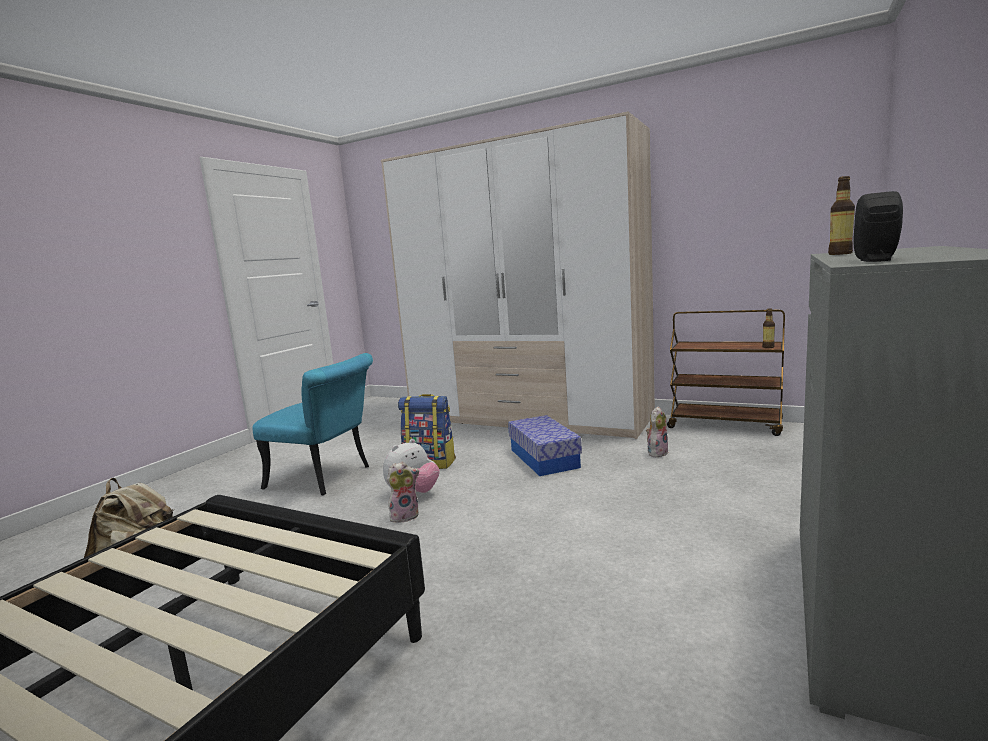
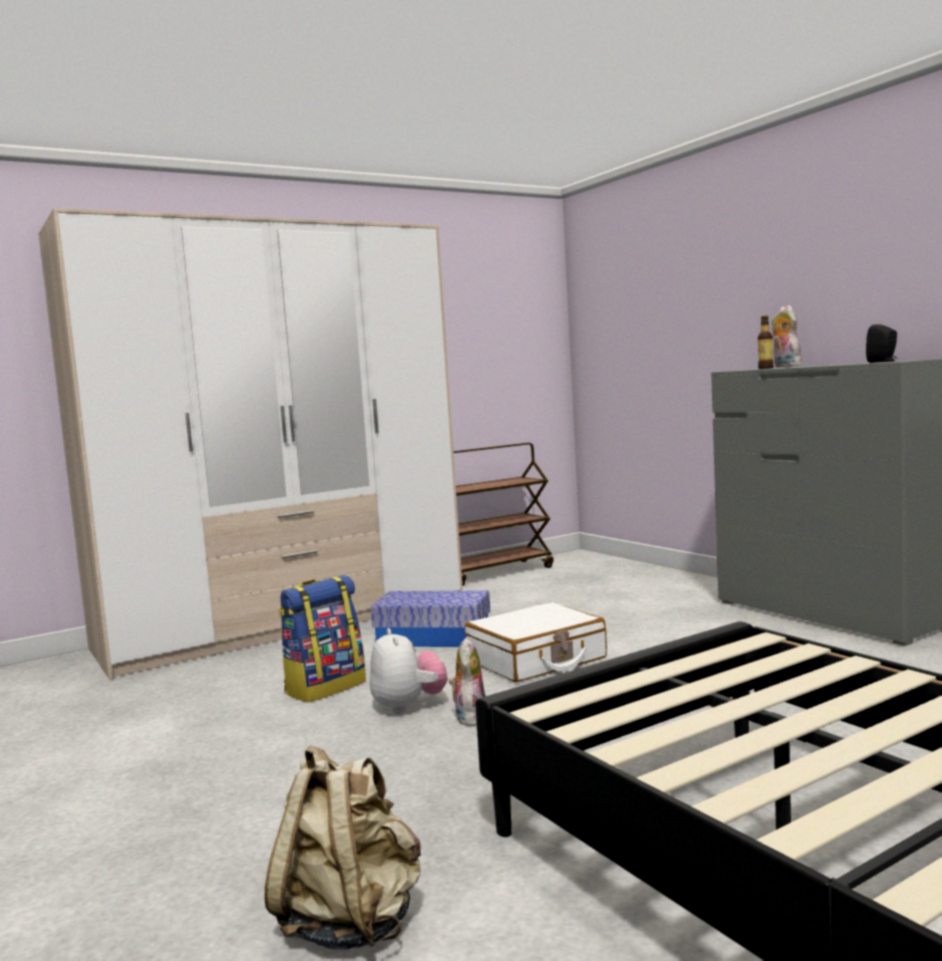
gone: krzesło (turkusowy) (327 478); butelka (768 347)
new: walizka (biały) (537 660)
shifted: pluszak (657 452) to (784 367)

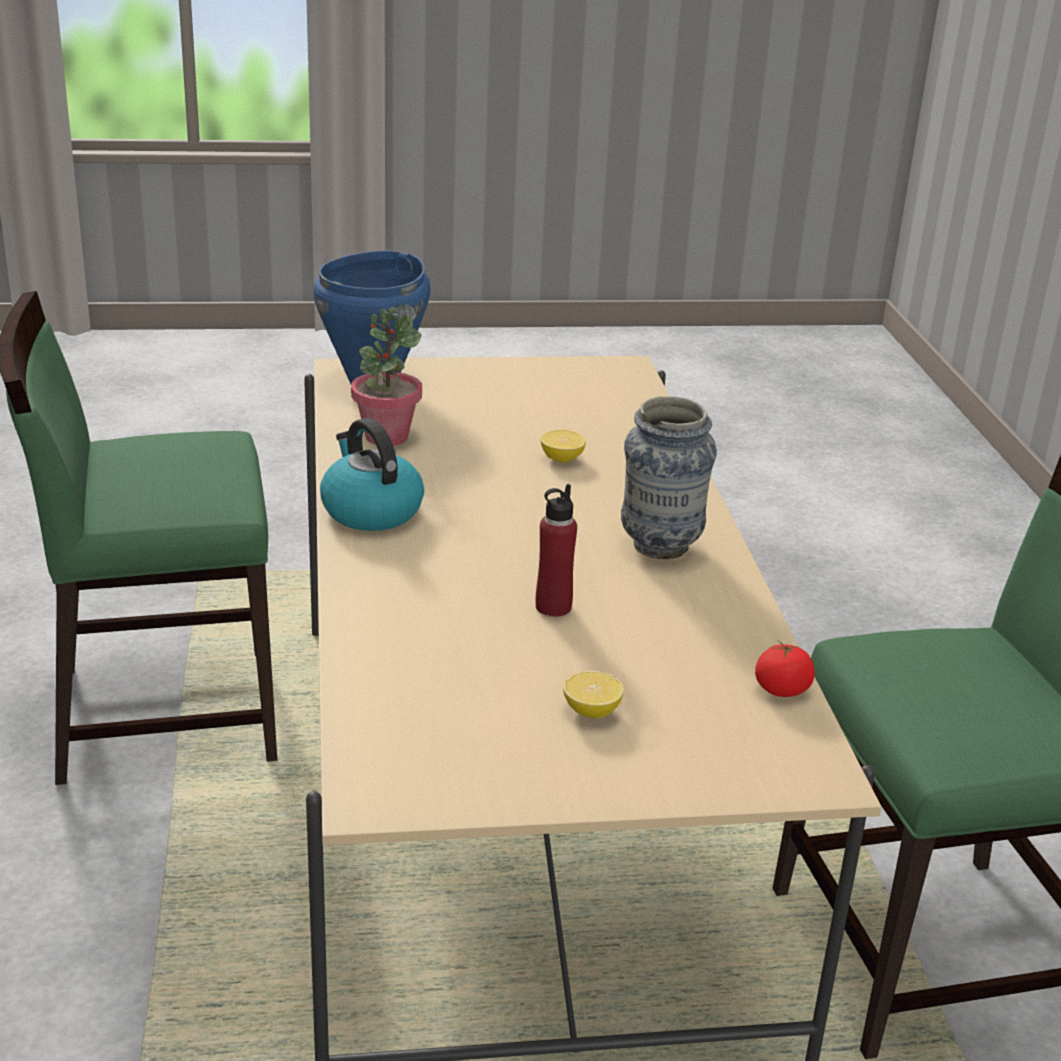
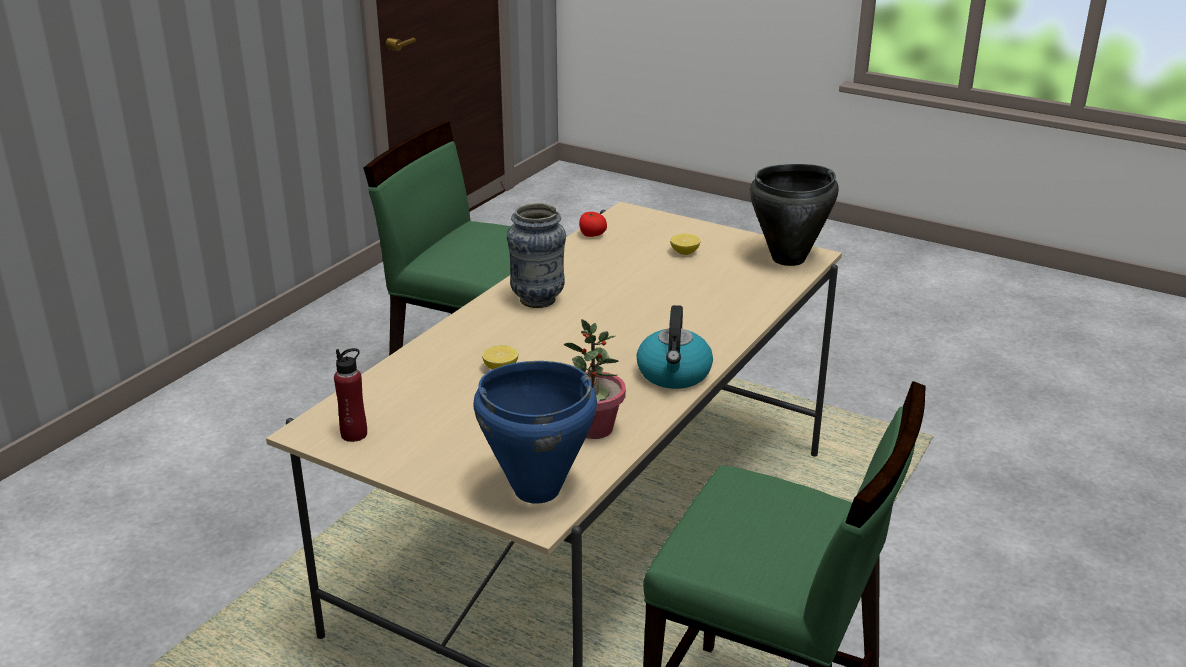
new: garnek (czarny) (789 259)
shifted: butelka (czerwony) (553 607) to (354 434)

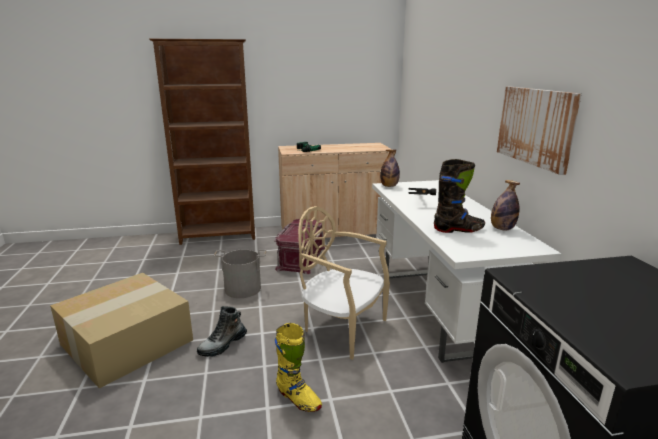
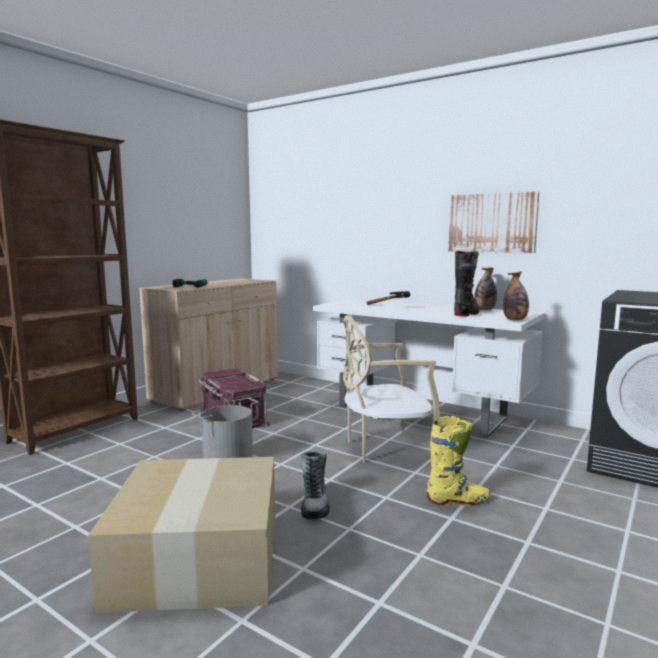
shifted: butelka (389 186) to (515 320)

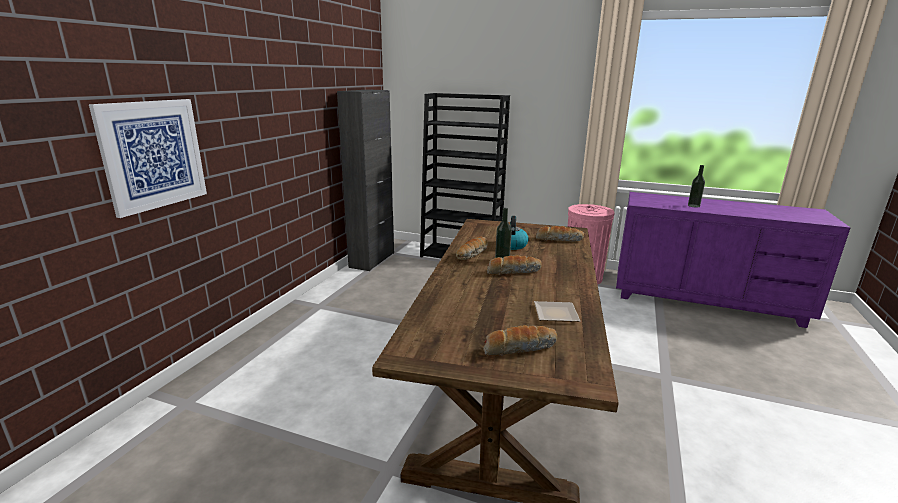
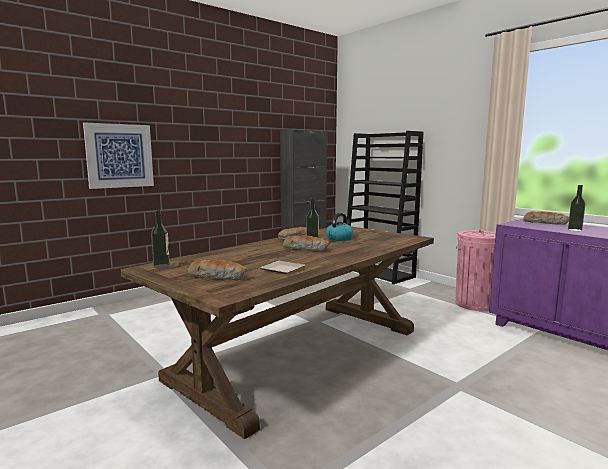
new: butelka (161 266)
shifted: chleb (559 239) to (545 223)

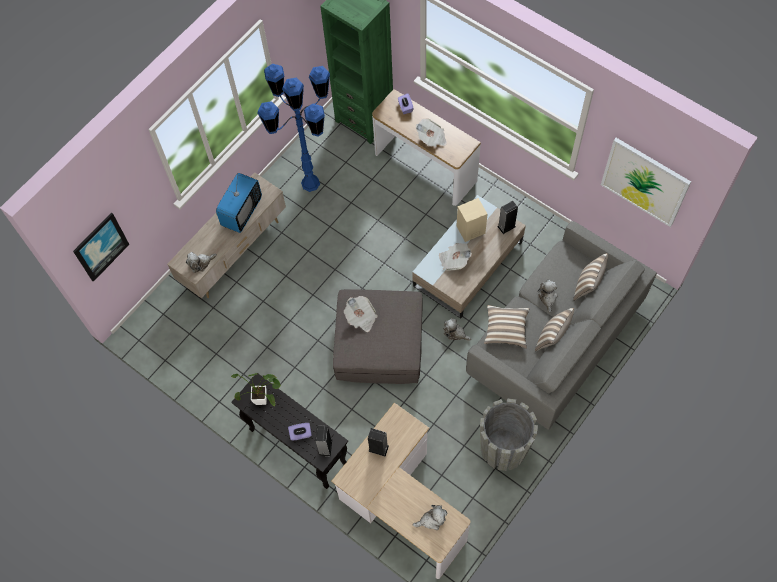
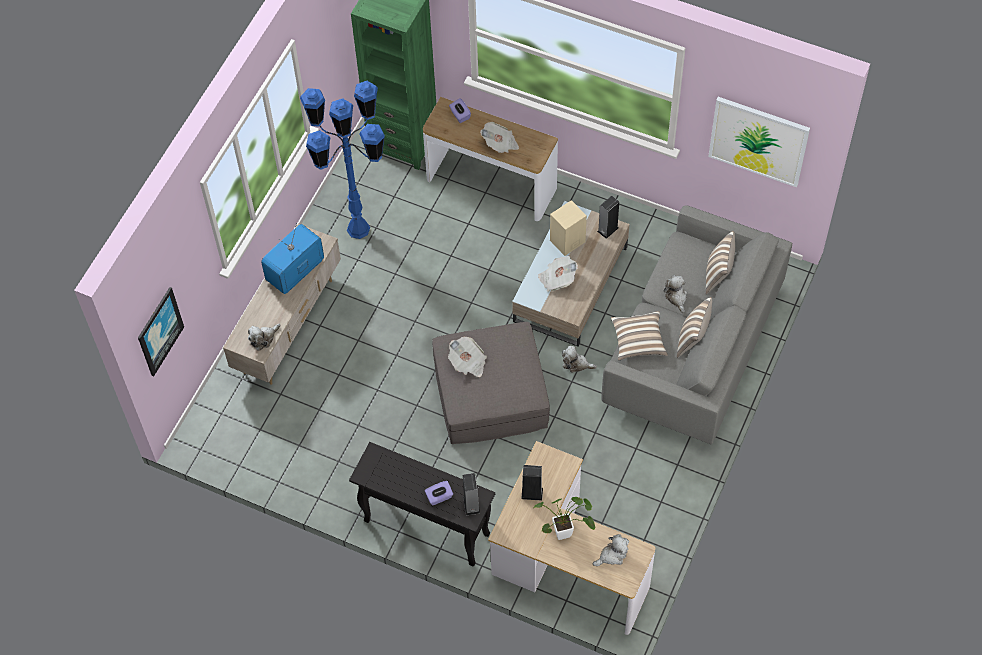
gone: donica (szary) (503 448)
shifted: roślina doniczkowa (264 400) to (566 532)
rotated: telewizor (241 212) = (295 271) 150 degrees counterclockwise

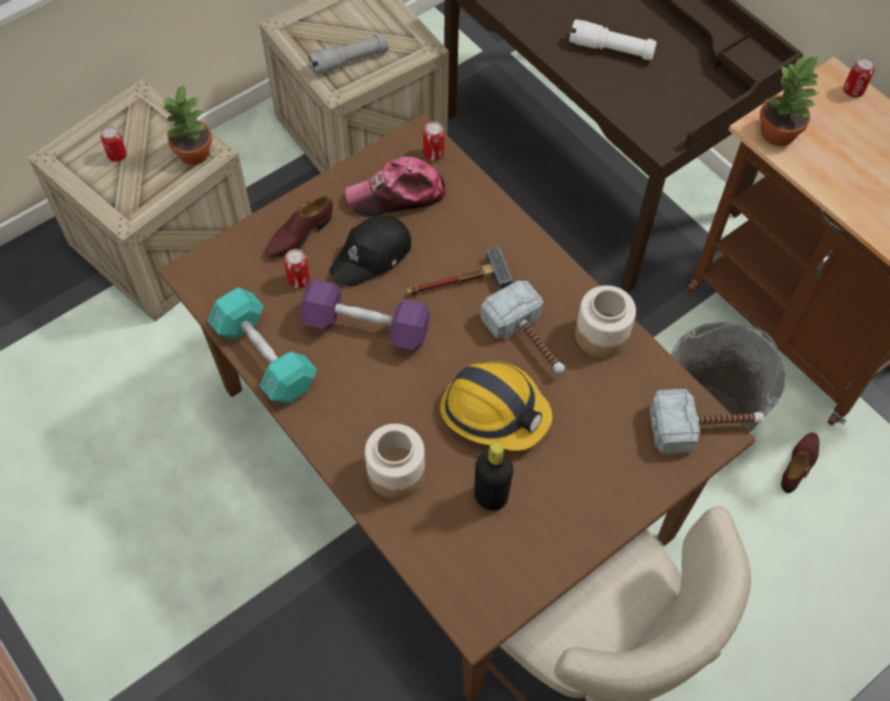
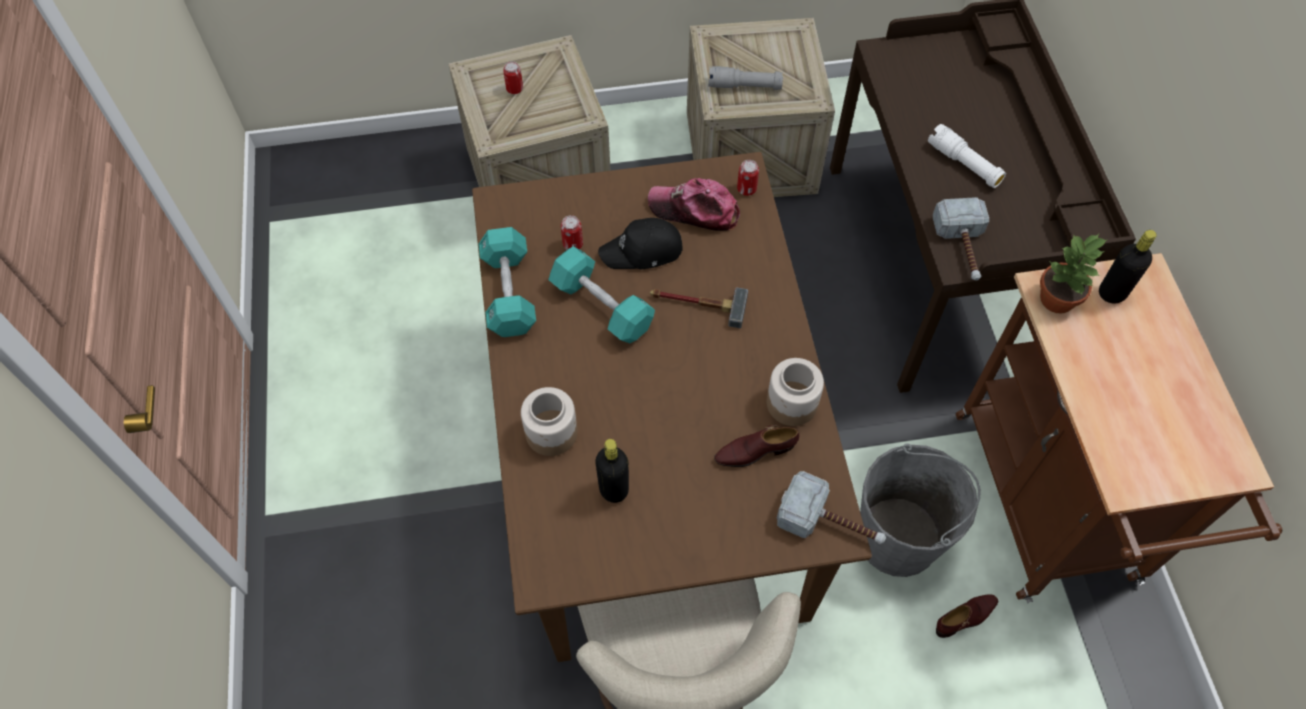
gone: roślina doniczkowa (193 154); kask (494 411); puszka (853 91)
new: butelka (czarny) (1112 293)
shifted: but (brązowy) (299 235) to (755 451); młotek (529 340) to (963 248)
repainted: hantel (fioletowy) (366 326) to hantel (turkusowy) (602 306)

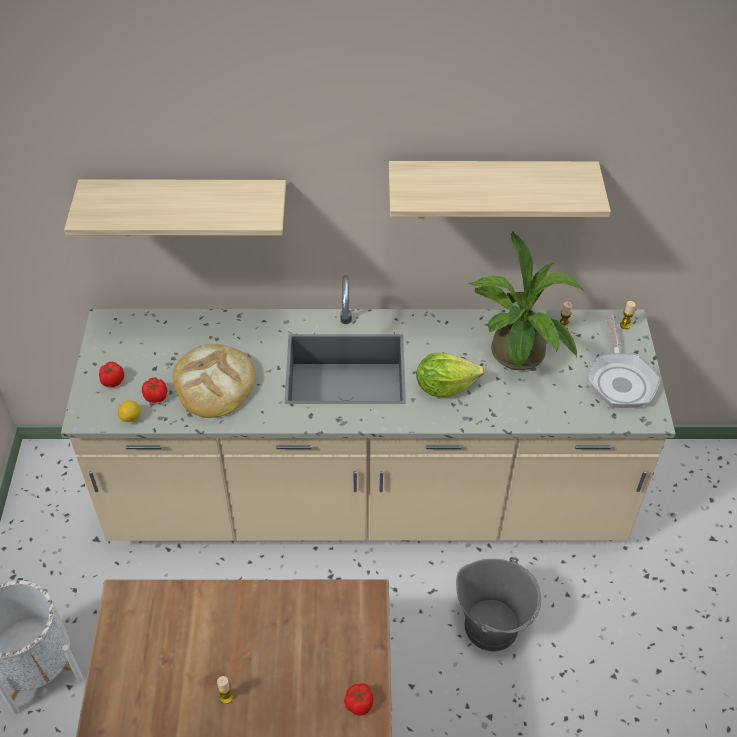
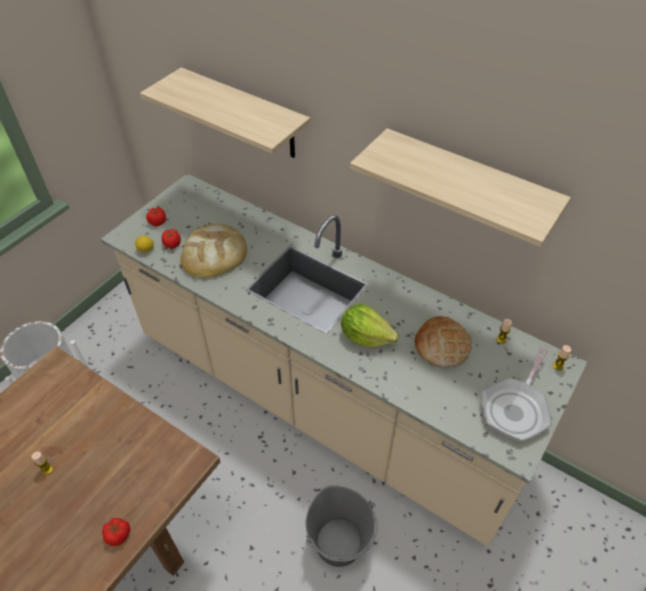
swapped: roślina doniczkowa (518 358) to chleb (442 345)

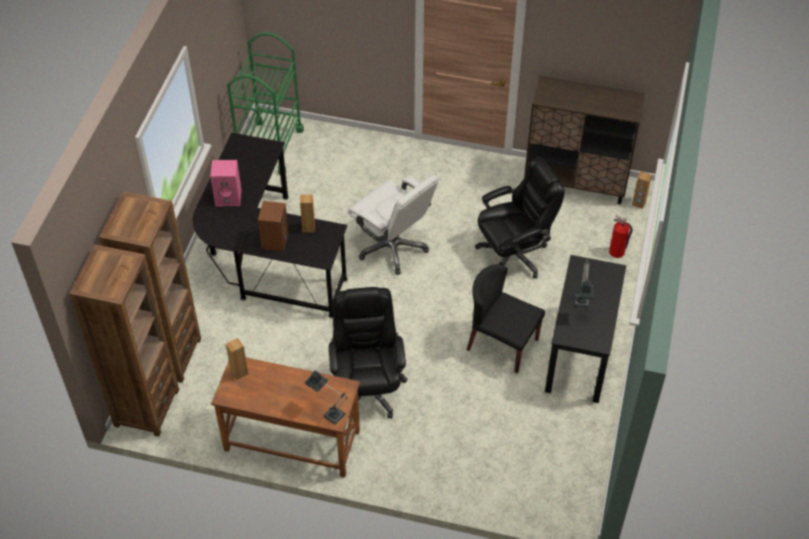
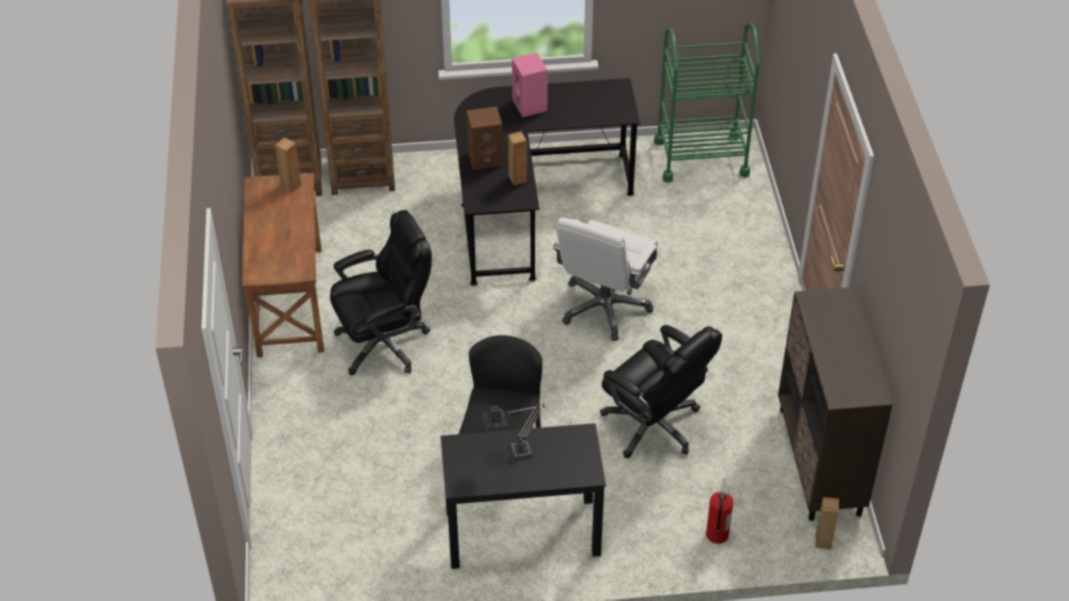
gone: lampa stołowa (330 413)

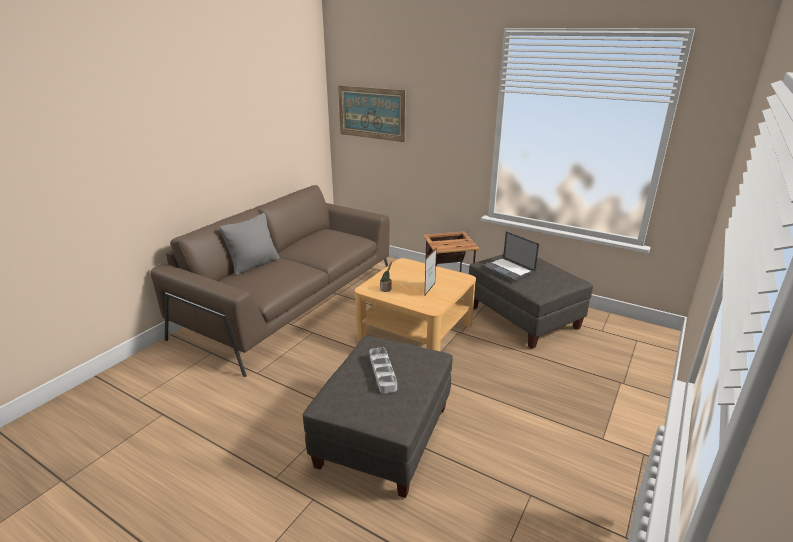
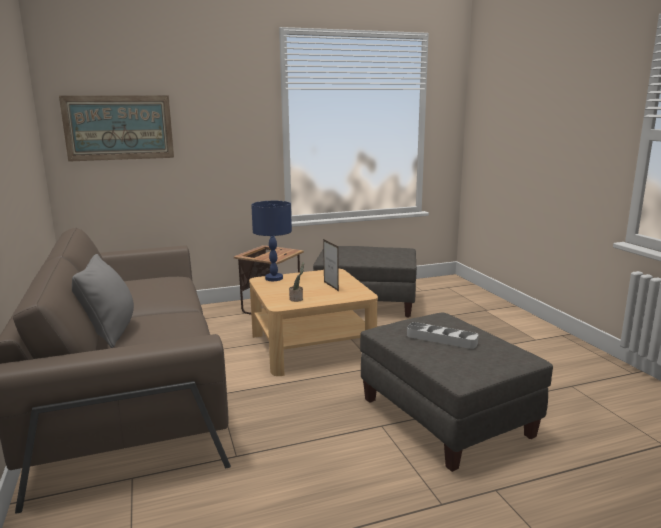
gone: laptop (509 269)
new: lampa stołowa (niebieski) (274 278)

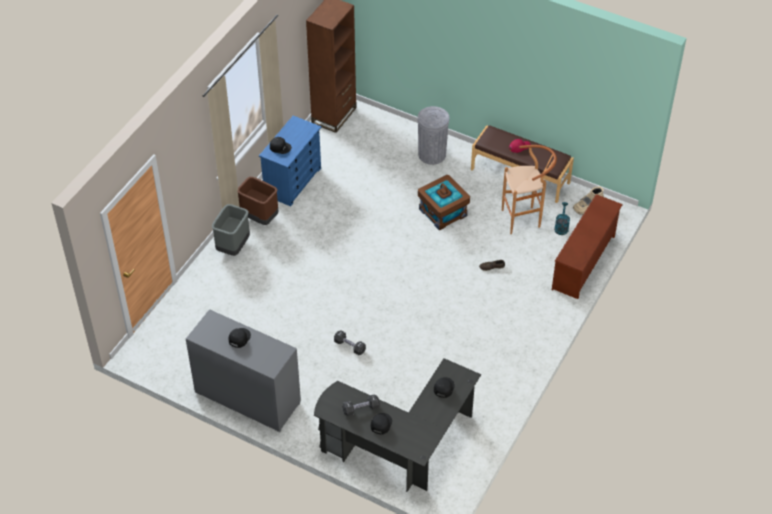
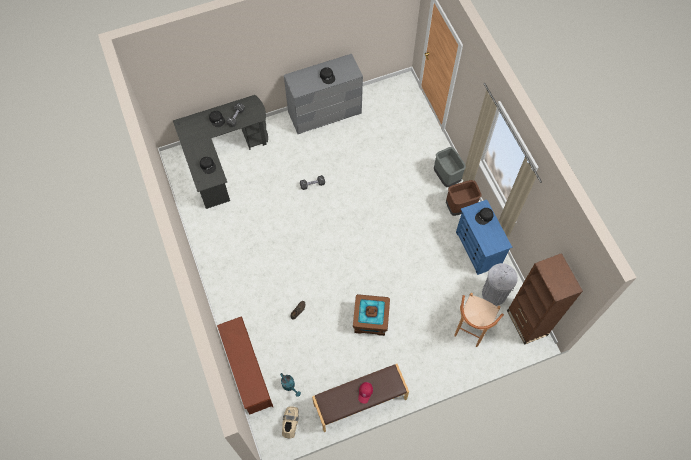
shifted: stołek (brązowy) (525 219) to (469 332); kosz na śmieci (szary) (432 154) to (494 294)

